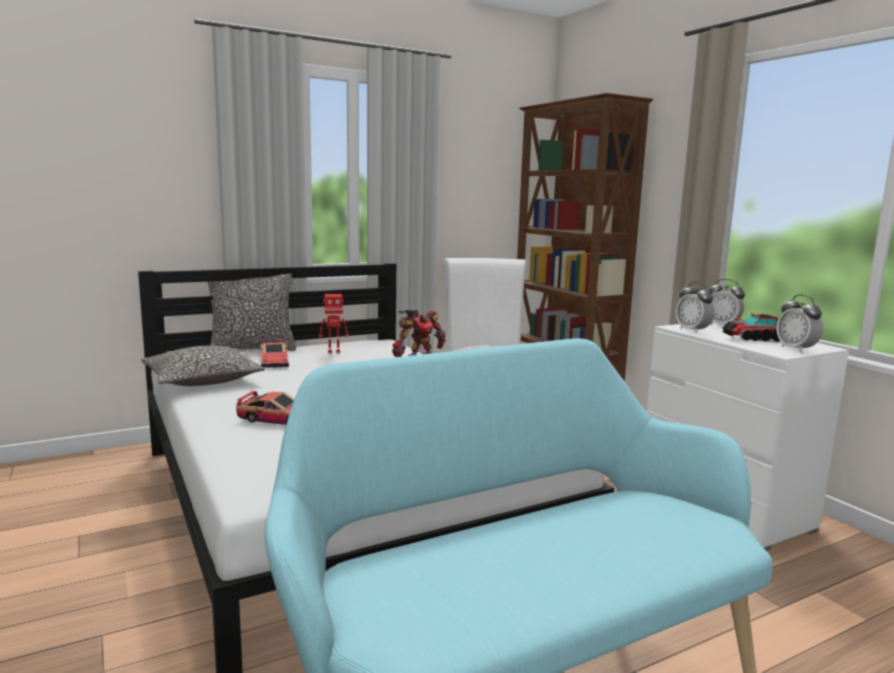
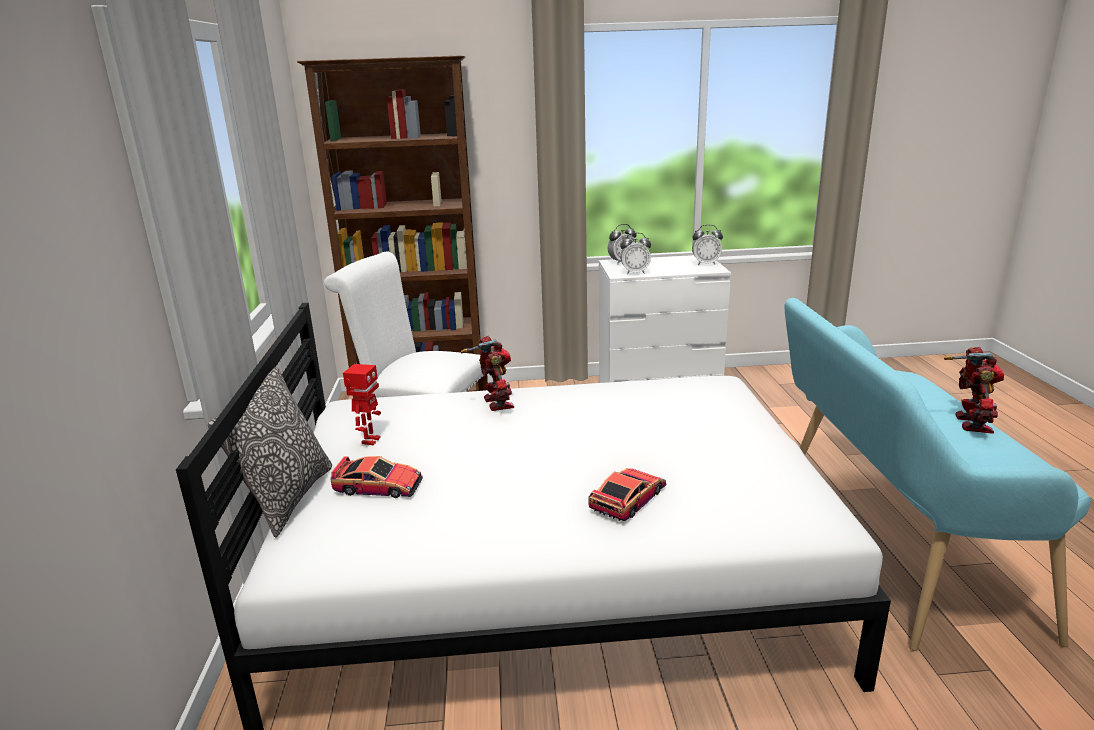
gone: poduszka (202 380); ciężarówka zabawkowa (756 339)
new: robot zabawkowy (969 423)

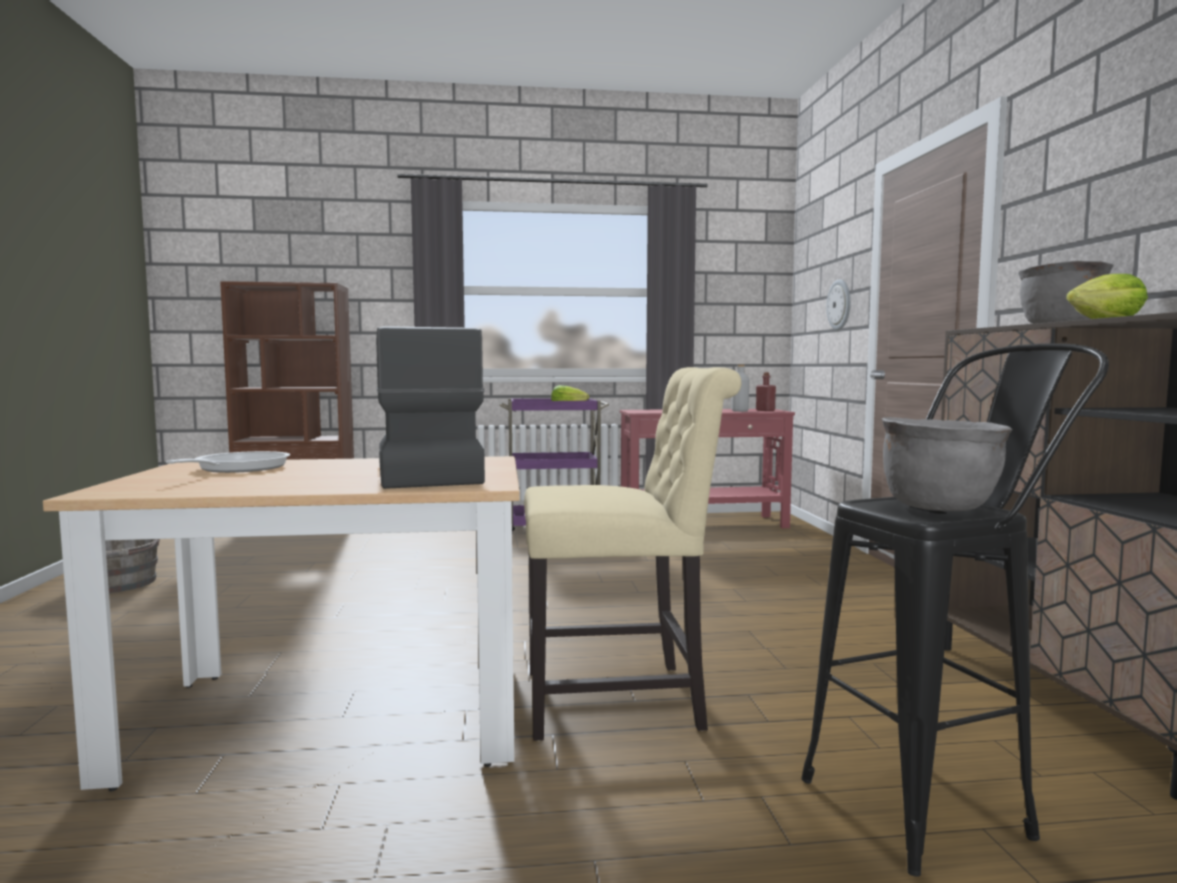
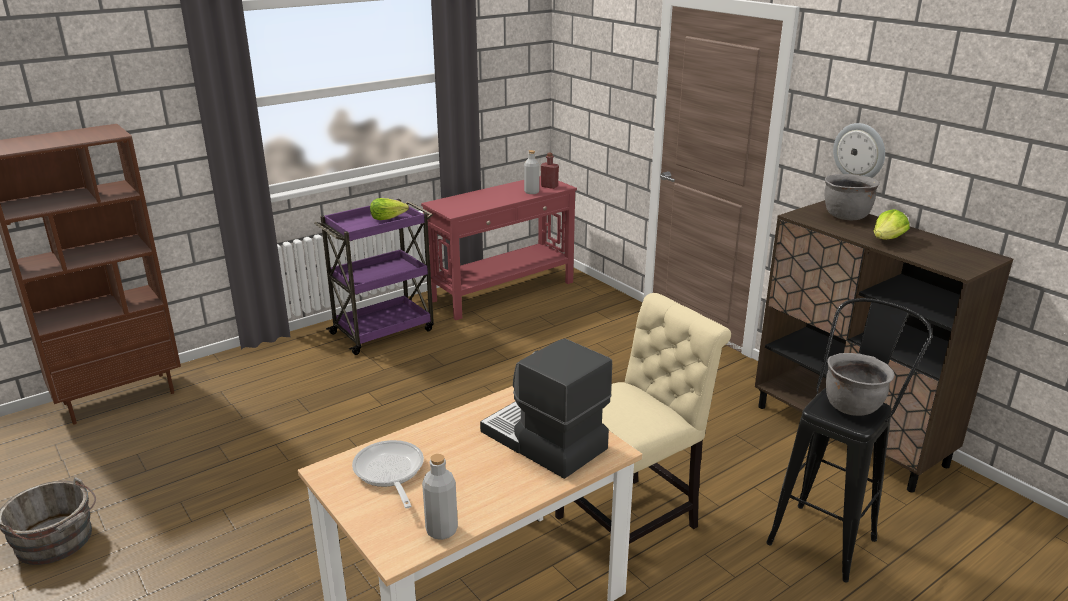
new: butelka (szary) (441 530)
shifted: zegar ścienny (840 305) to (859 151)

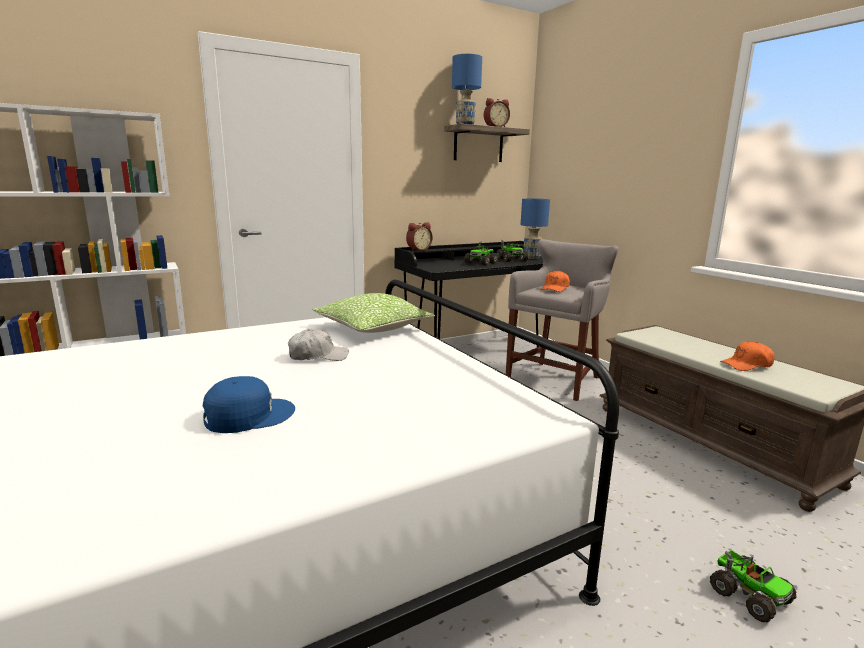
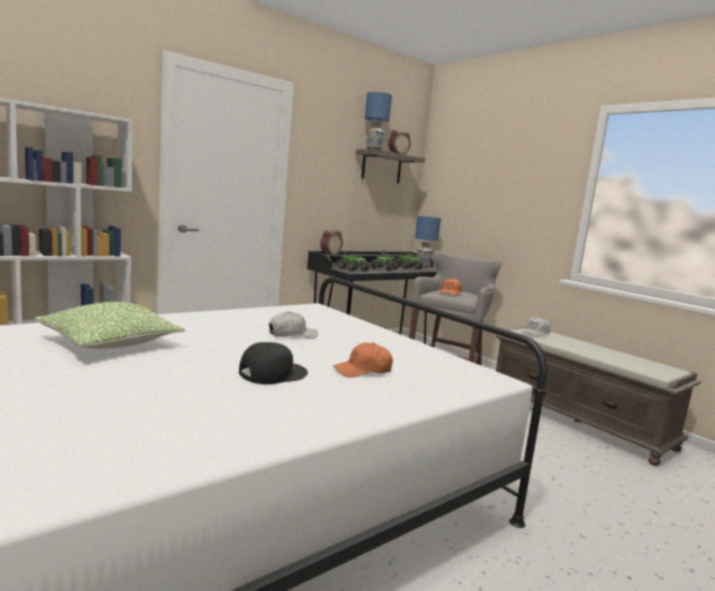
new: czapka z daszkiem (biały) (535 333)
shifted: poduszka (372 328) to (110 343); czapka z daszkiem (pomarańczowy) (747 365) to (363 371); ciężarówka zabawkowa (748 595) to (353 269)
repainted: czapka z daszkiem (niebieski) (248 415) to czapka z daszkiem (czarny) (272 373)

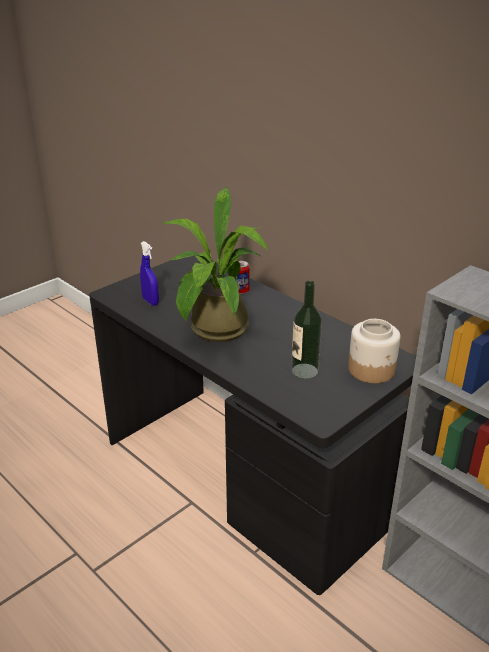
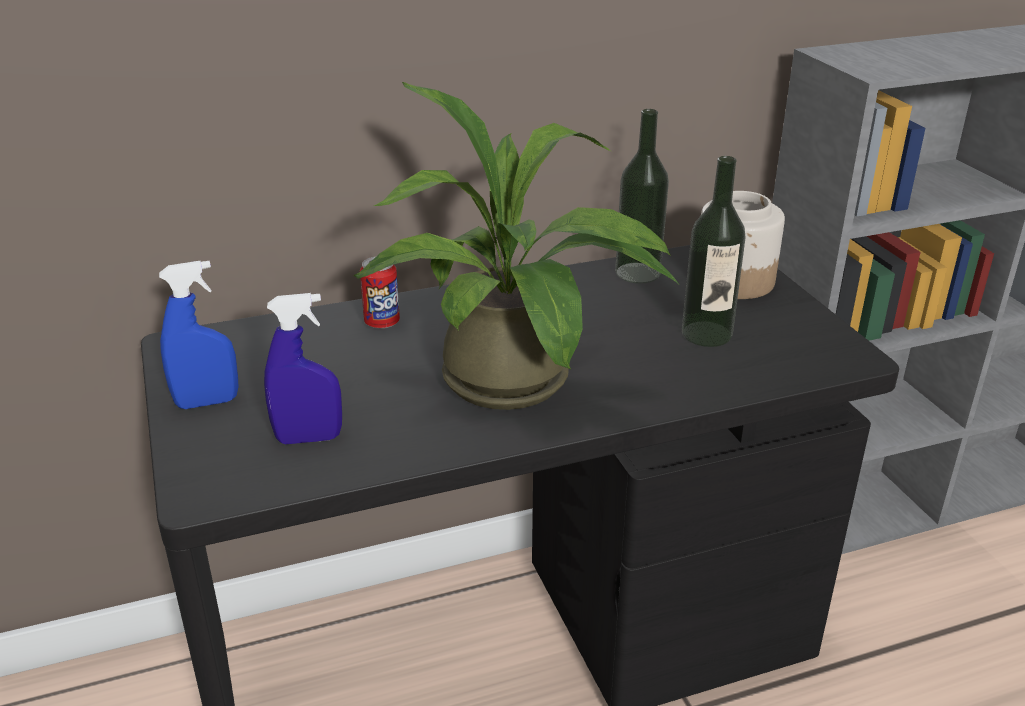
new: spryskiwacz (niebieski) (207 402); butelka (638 273)

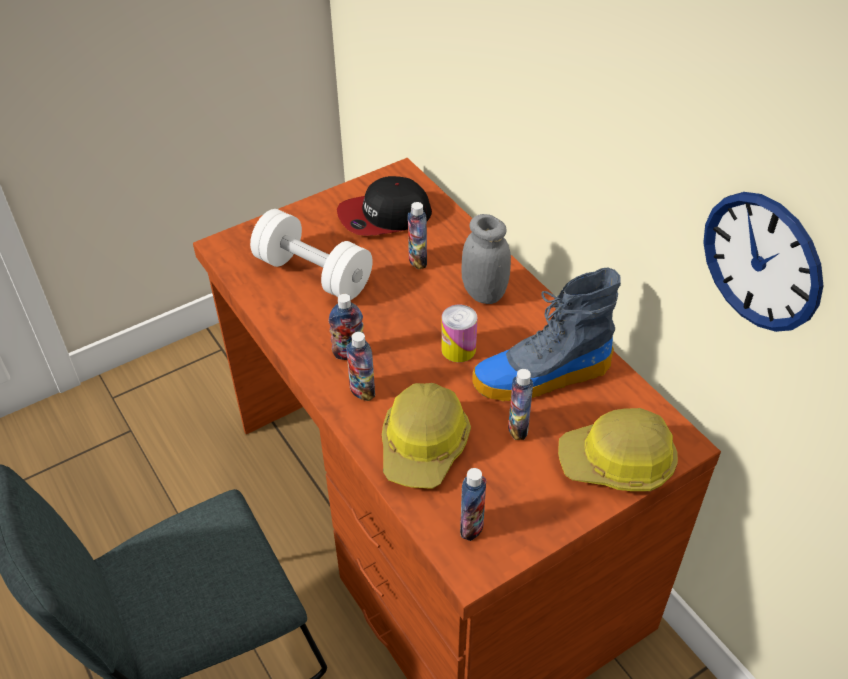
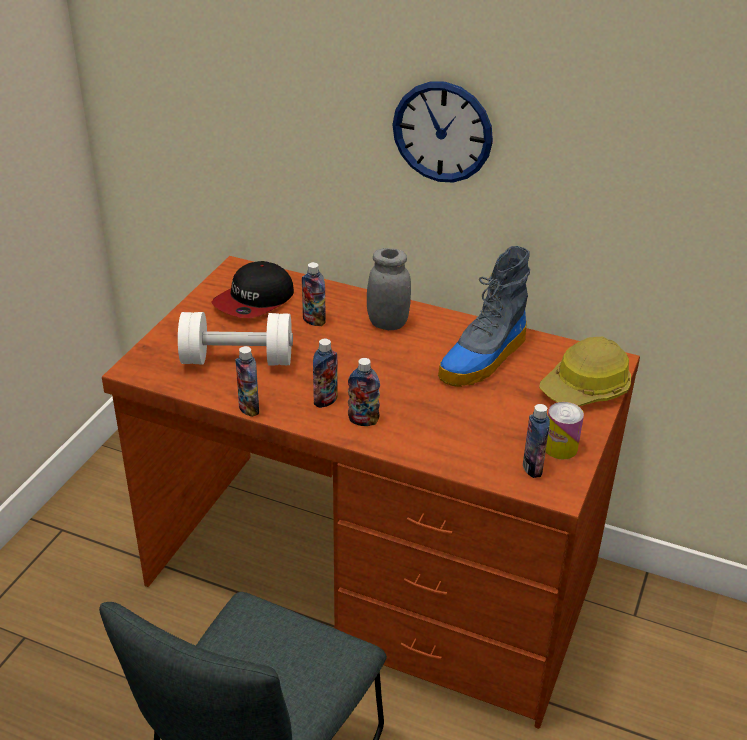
gone: kask (424 445)
shifted: butelka (518 428) to (249 409); zegar ścienny (762 261) to (442 132); puszka (458 349) to (560 448)

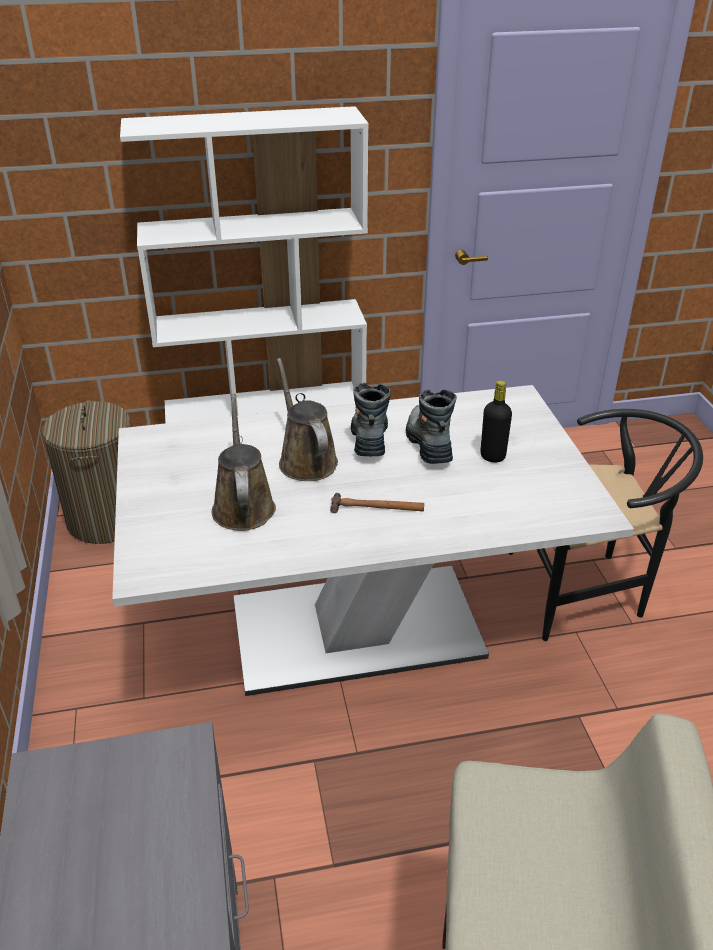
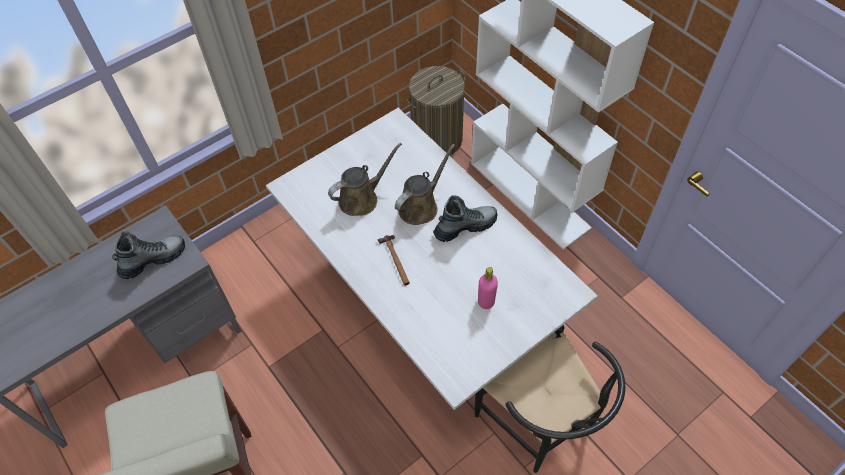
shifted: but z cholewką (428 443) to (153 260)
repainted: butelka (czarny) (492 456) to butelka (różowy) (486 301)

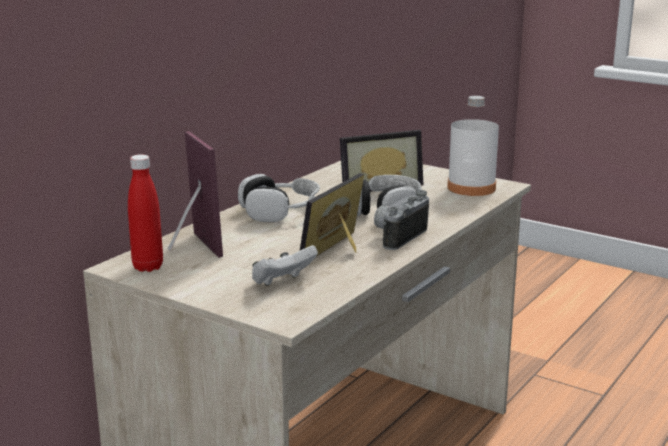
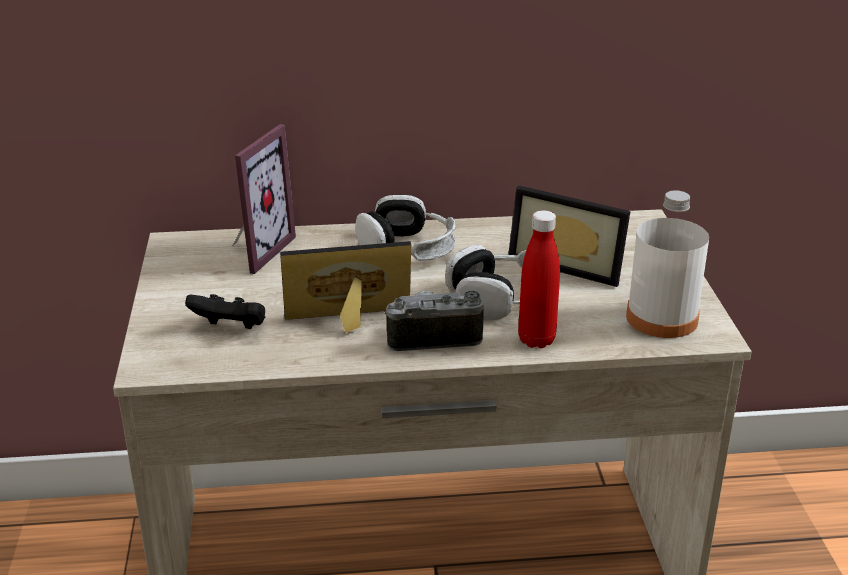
shifted: butelka (czerwony) (148 267) to (536 340)
repainted: pad do gier (biały) (282 282) to pad do gier (czarny) (231 328)

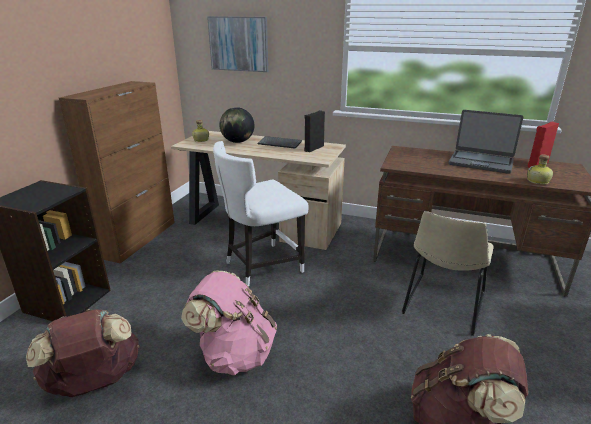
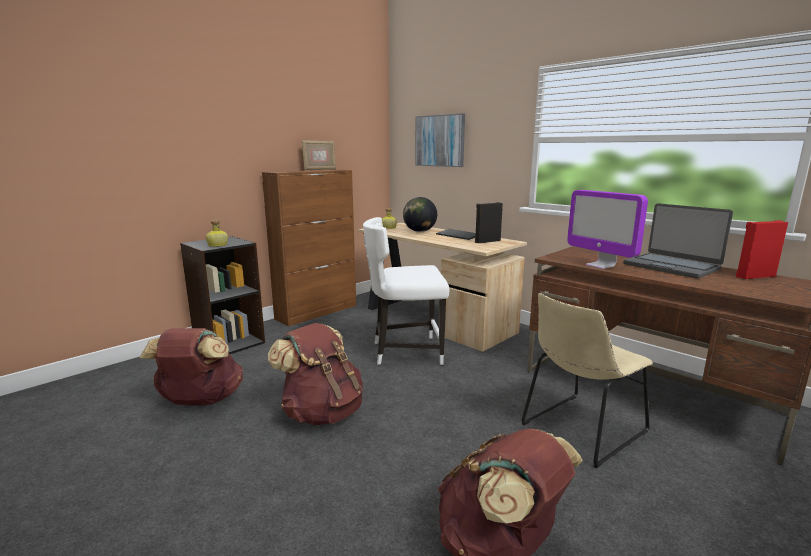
new: ramka na zdjęcie (319 170); monitor (600 265)
shifted: butelka (538 181) to (217 245)
repainted: plecak (różowy) (235 354) to plecak (brązowy) (322 412)

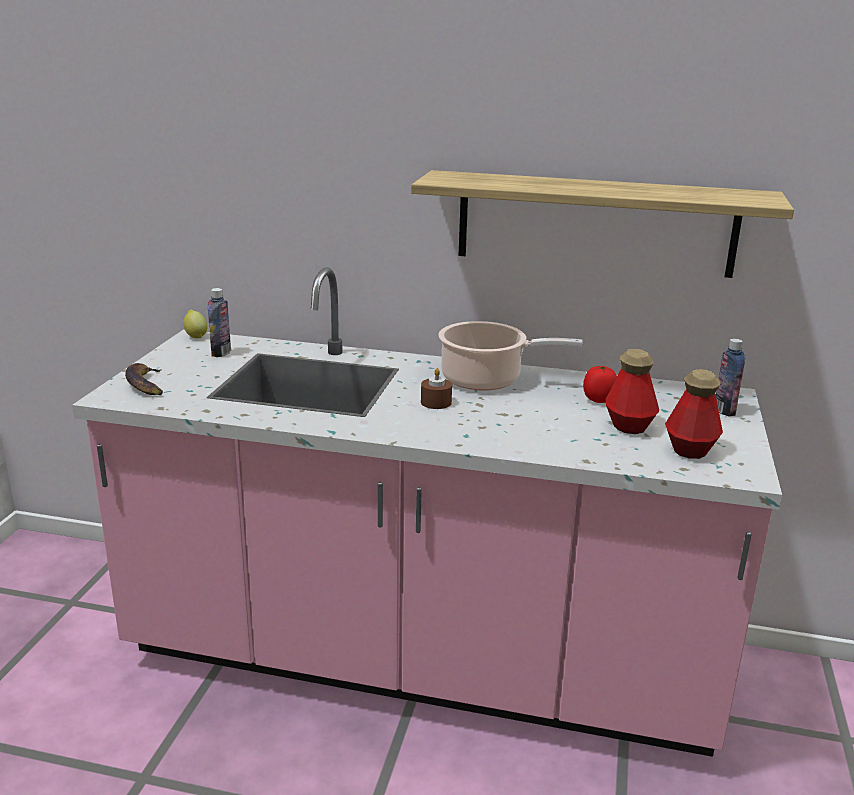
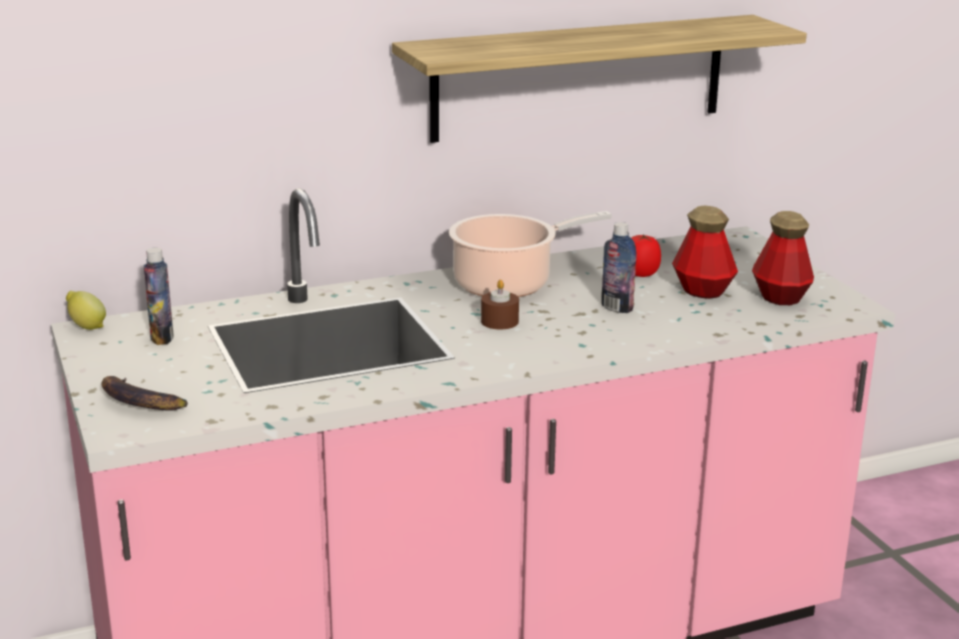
shifted: butelka (724 410) to (616 308)

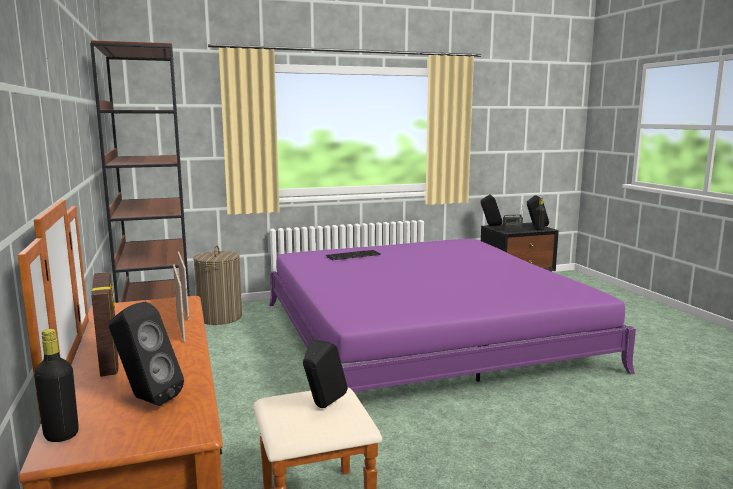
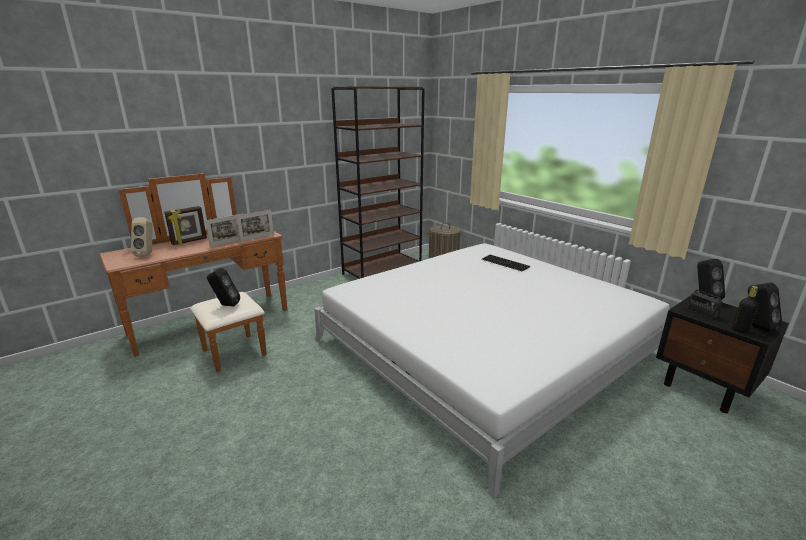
gone: butelka (czarny) (61 435)
repainted: głośnik (czarny) (146 399) to głośnik (beżowy) (148 254); łóżko (fioletowy) (423 334) to łóżko (biały) (485 348)

